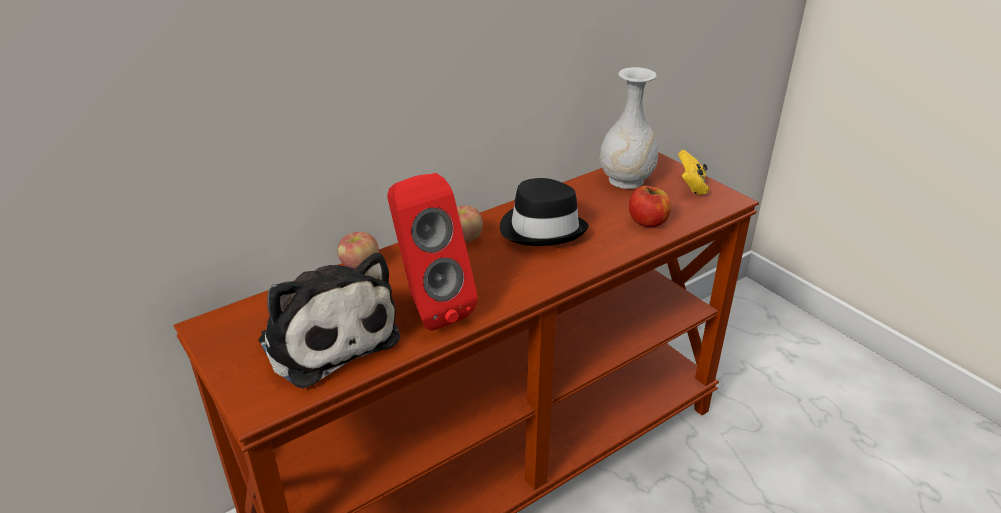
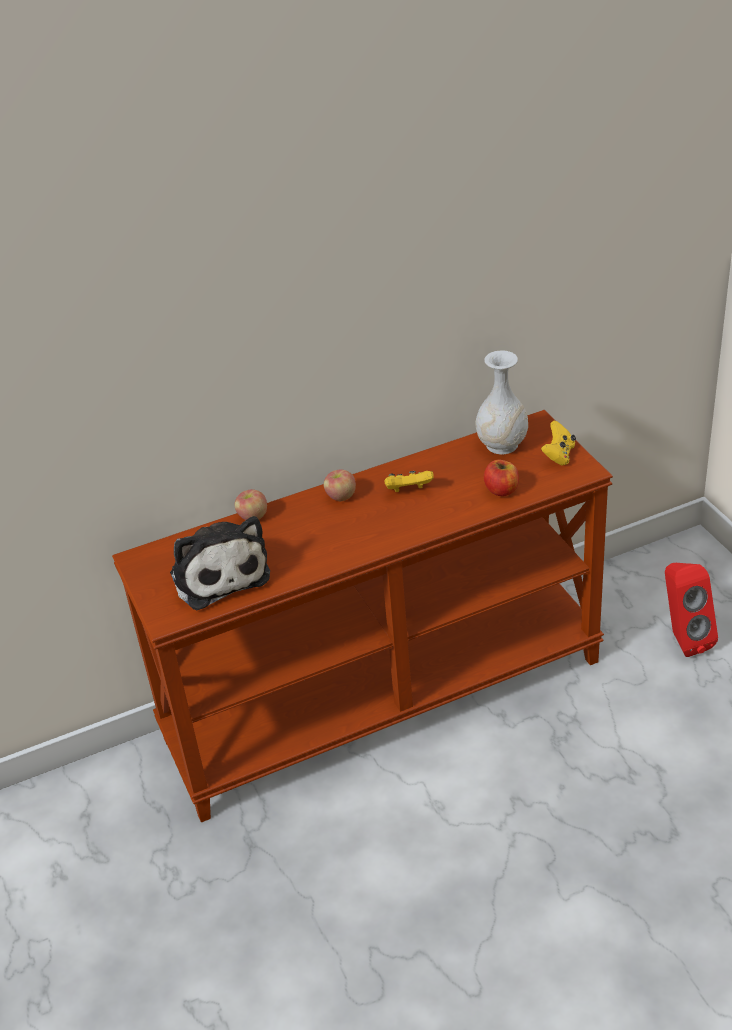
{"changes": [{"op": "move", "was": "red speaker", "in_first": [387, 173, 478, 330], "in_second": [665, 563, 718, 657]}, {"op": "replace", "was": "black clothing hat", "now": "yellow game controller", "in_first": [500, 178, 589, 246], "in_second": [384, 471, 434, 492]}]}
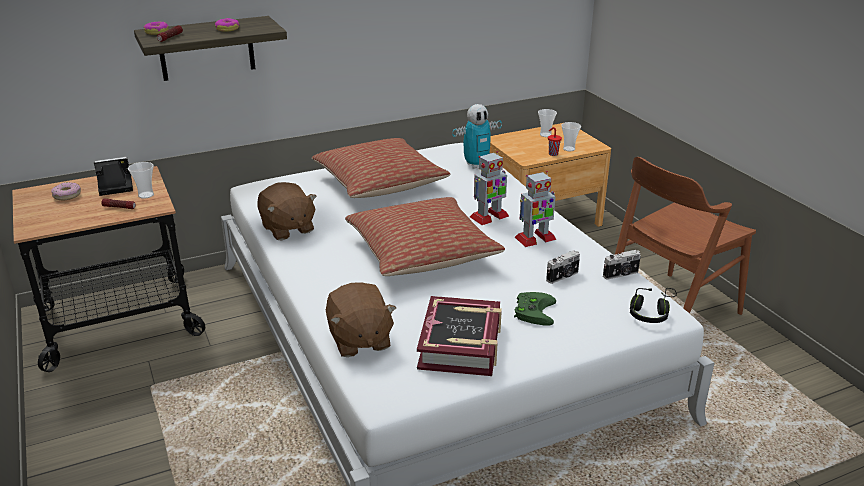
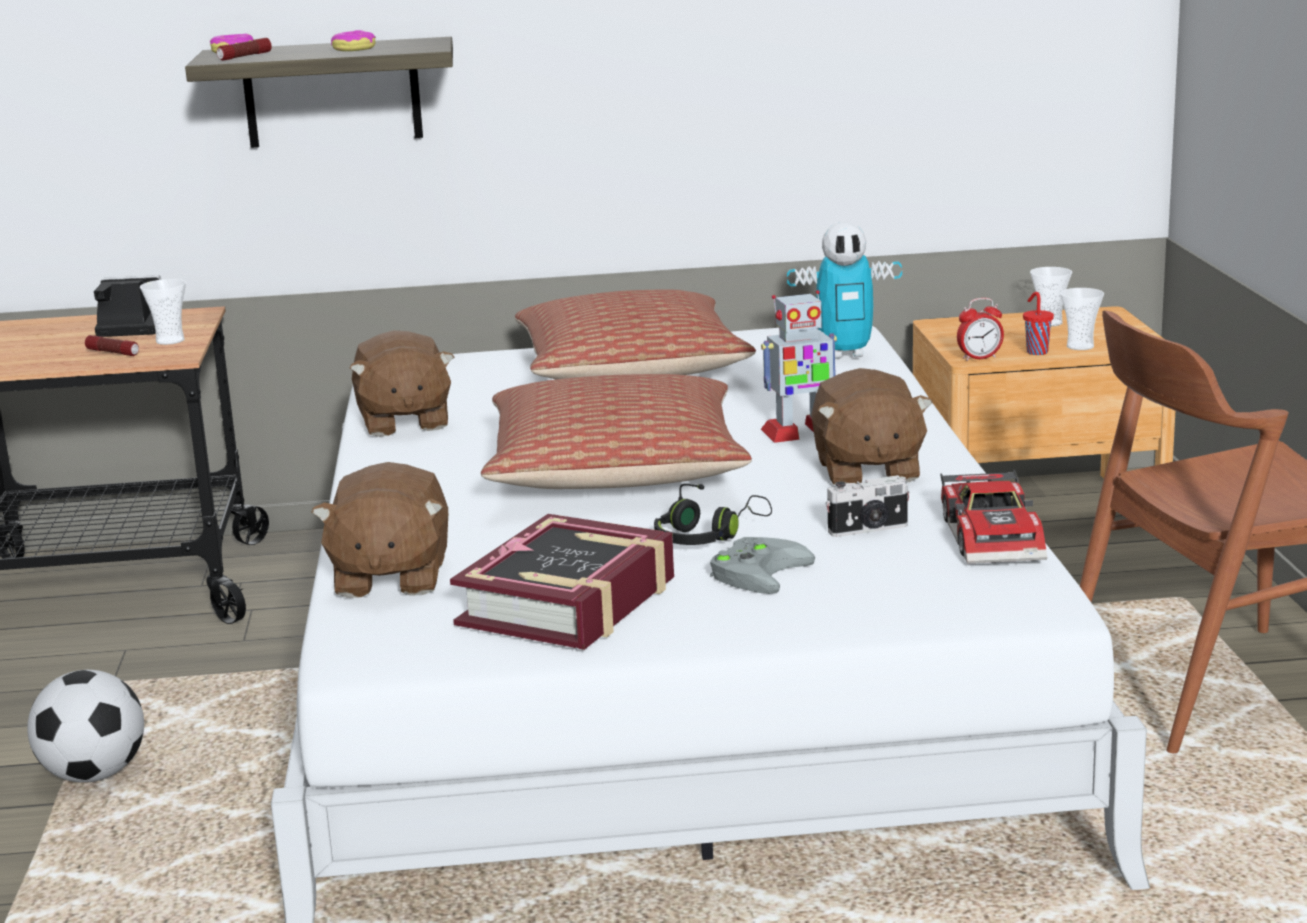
{"changes": [{"op": "delete", "was": "ring doughnut", "in_first": [51, 182, 81, 200]}, {"op": "insert", "now": "ball for football", "in_second": [27, 670, 144, 783]}, {"op": "insert", "now": "alarm clock", "in_second": [957, 298, 1004, 361]}, {"op": "move", "was": "black headphones", "in_first": [630, 288, 677, 323], "in_second": [654, 484, 772, 545]}, {"op": "replace", "was": "robot figure", "now": "brownish soft toy", "in_first": [515, 171, 557, 247], "in_second": [811, 368, 933, 485]}, {"op": "replace", "was": "photo camera", "now": "model car", "in_first": [603, 250, 641, 280], "in_second": [941, 470, 1047, 564]}, {"op": "recolor", "was": "green game controller", "now": "gray game controller", "in_first": [514, 292, 556, 326], "in_second": [710, 537, 815, 594]}]}
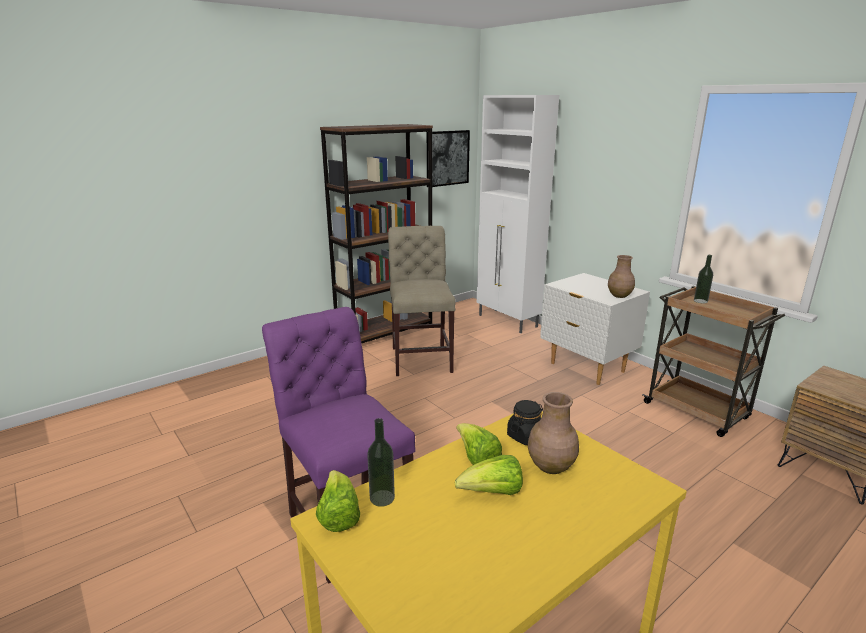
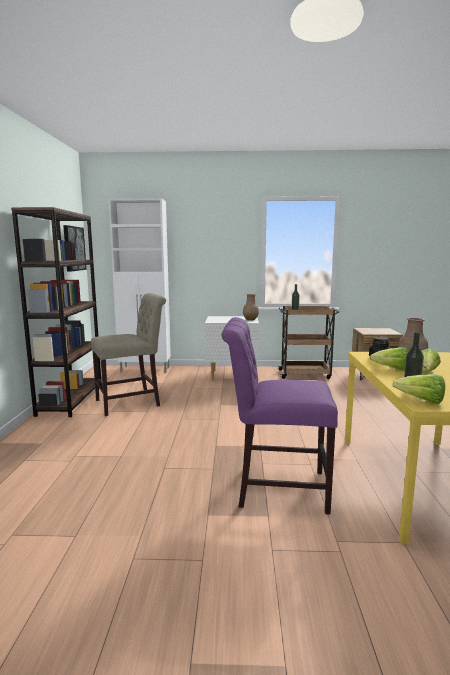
{"changes": [{"op": "rotate", "was": "beige chair", "in_first": [388, 226, 456, 376], "in_second": [91, 293, 166, 416], "clockwise": 120}]}
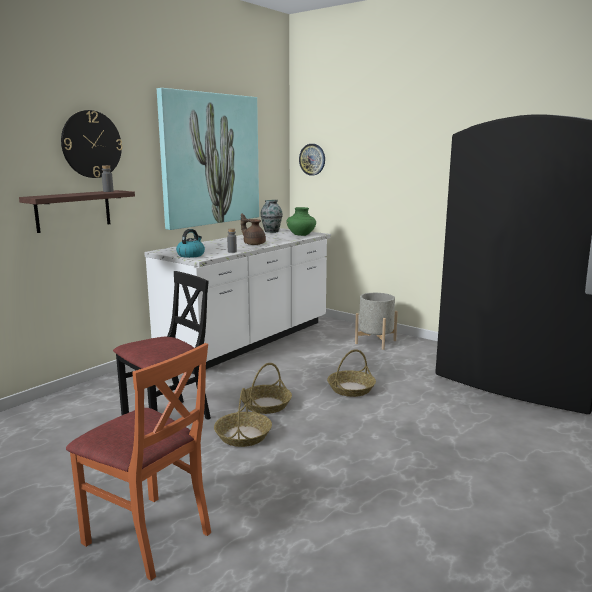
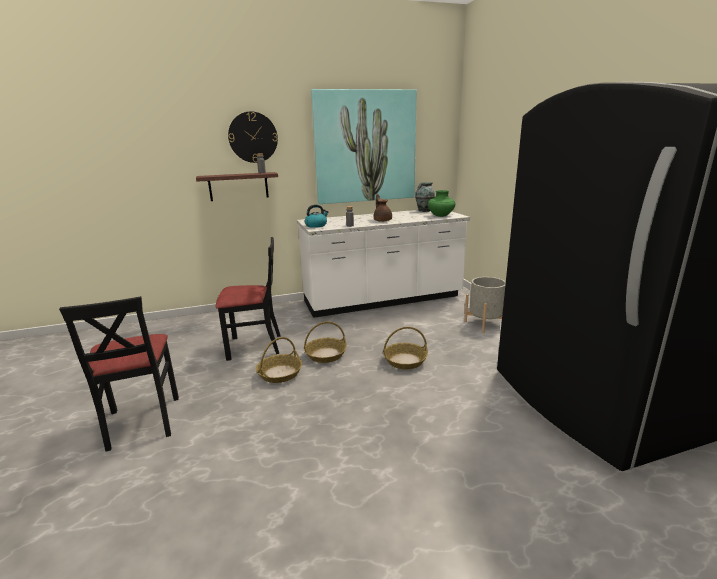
{"changes": [{"op": "delete", "was": "clock on the wall", "in_first": [299, 144, 325, 176]}, {"op": "recolor", "was": "orangey chair", "now": "black chair", "in_first": [66, 343, 211, 581], "in_second": [59, 296, 179, 452]}]}
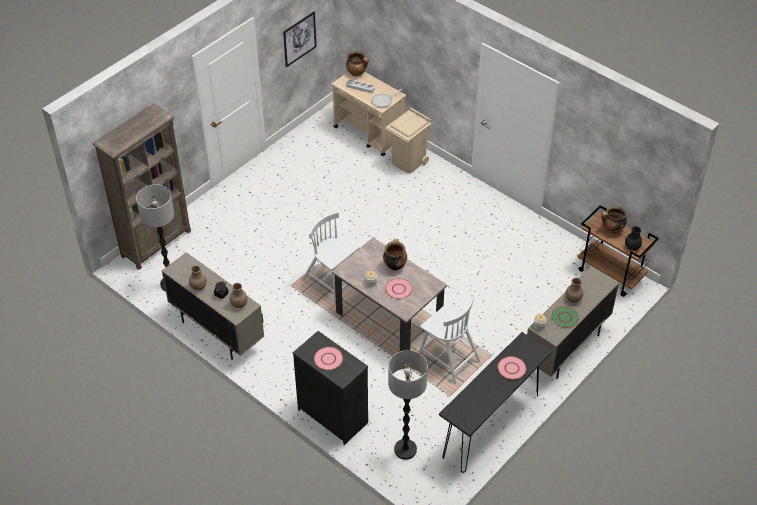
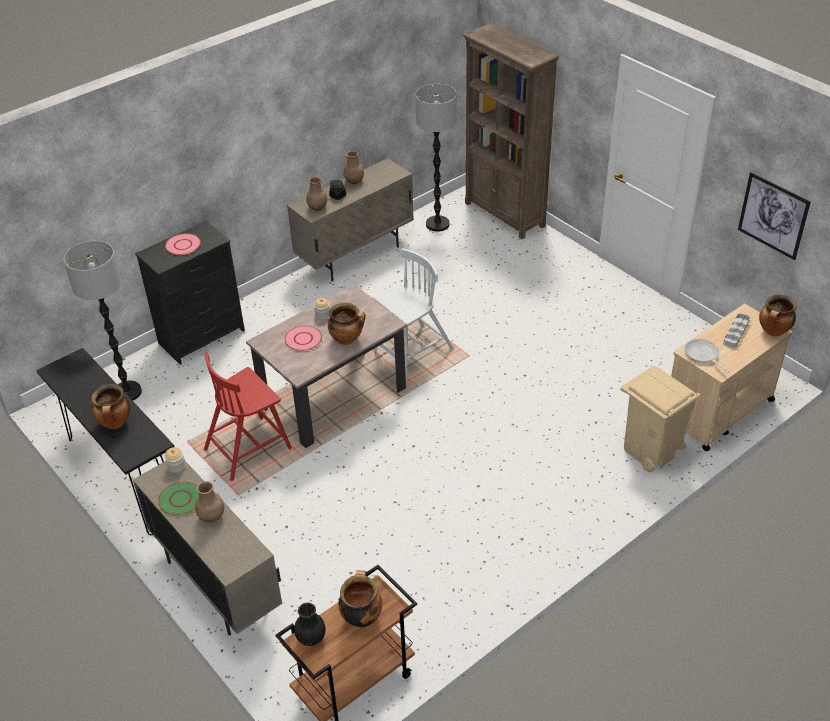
{"changes": [{"op": "replace", "was": "pink plate", "now": "saucepot", "in_first": [497, 356, 526, 380], "in_second": [91, 384, 130, 429]}, {"op": "recolor", "was": "white-coloured chair", "now": "red chair", "in_first": [419, 297, 481, 384], "in_second": [204, 352, 292, 481]}]}
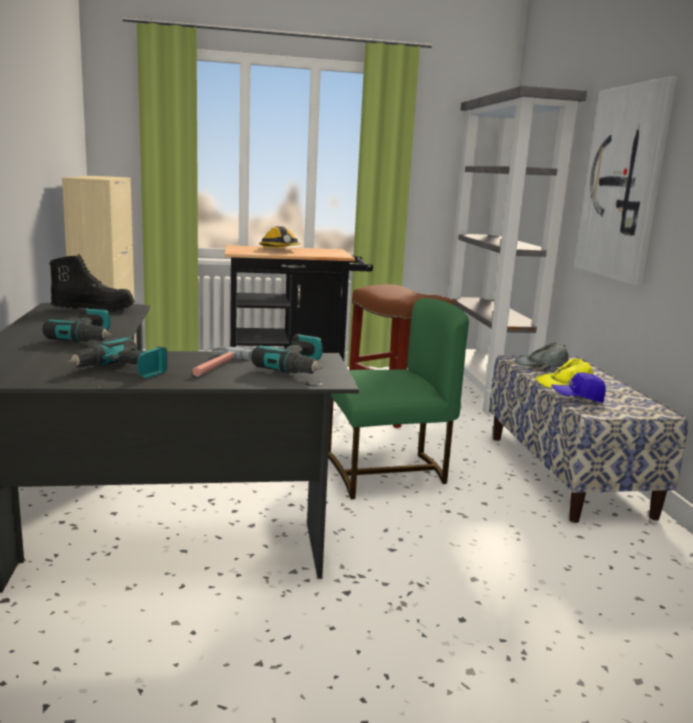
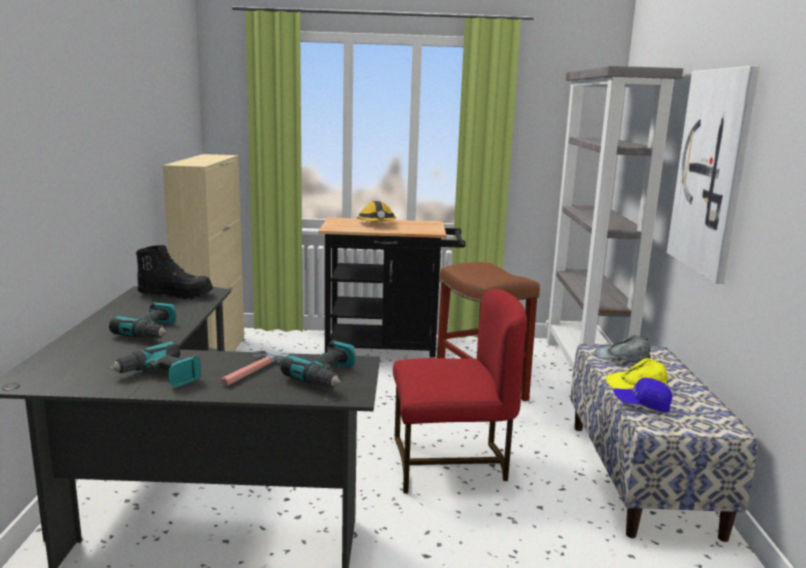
{"changes": [{"op": "recolor", "was": "green chair", "now": "red chair", "in_first": [328, 298, 469, 500], "in_second": [393, 289, 527, 494]}]}
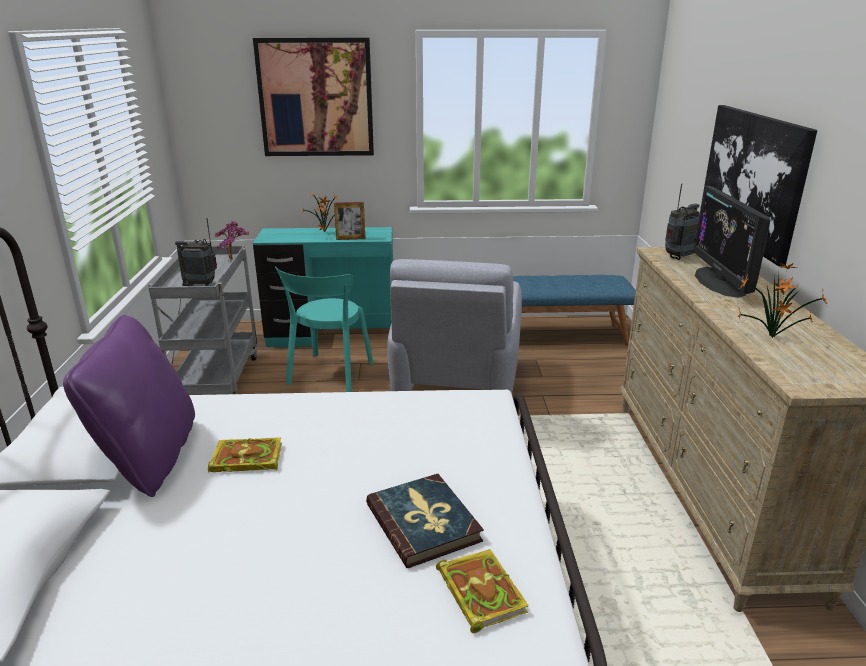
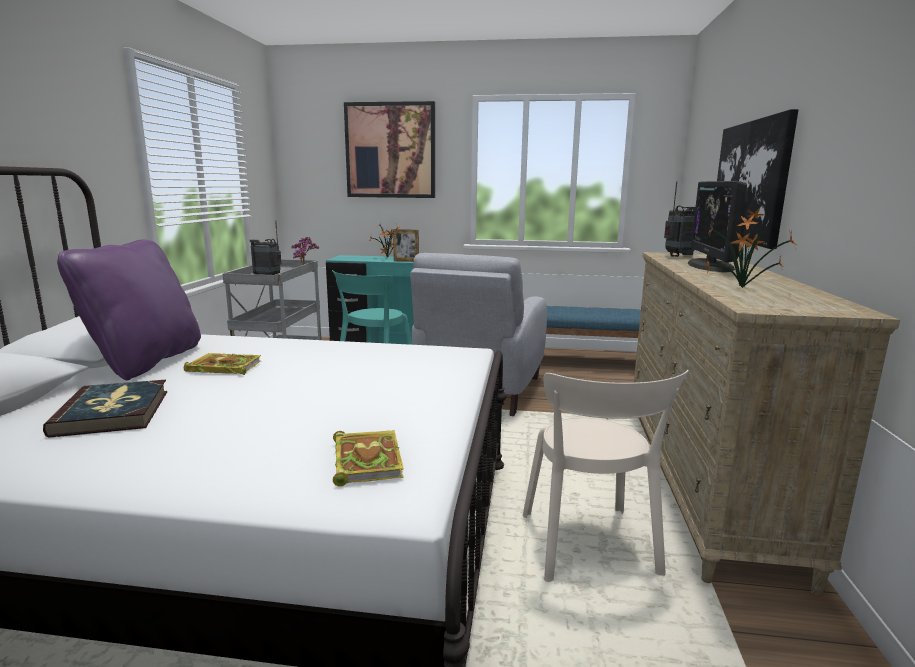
{"changes": [{"op": "insert", "now": "beige chair", "in_second": [523, 370, 689, 582]}, {"op": "move", "was": "book", "in_first": [366, 474, 484, 568], "in_second": [43, 380, 167, 438]}]}
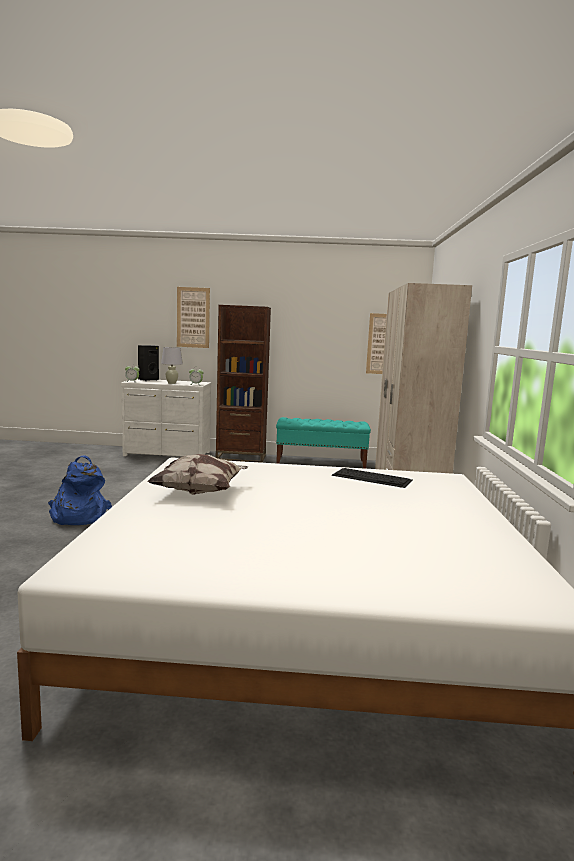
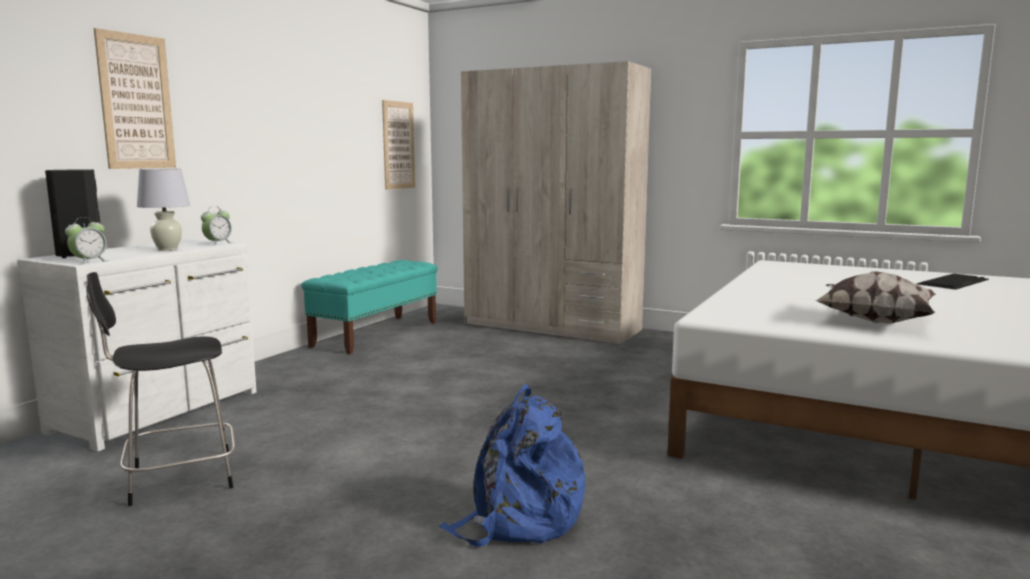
{"changes": [{"op": "delete", "was": "brownish shelving unit", "in_first": [216, 305, 271, 463]}, {"op": "insert", "now": "black chair", "in_second": [87, 272, 236, 506]}, {"op": "move", "was": "computer keyboard", "in_first": [332, 468, 413, 488], "in_second": [917, 274, 989, 290]}]}
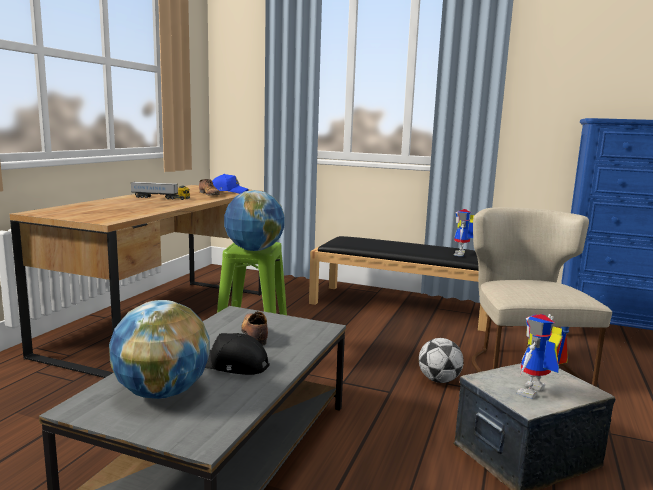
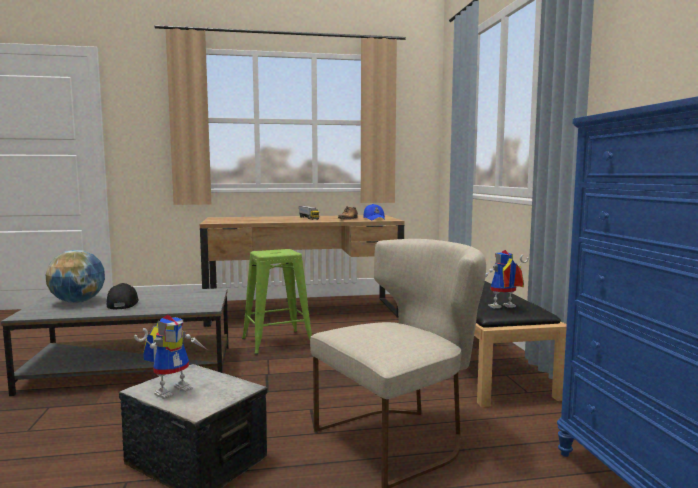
{"changes": [{"op": "delete", "was": "desk globe", "in_first": [224, 190, 285, 251]}, {"op": "delete", "was": "item of footwear", "in_first": [241, 311, 268, 346]}, {"op": "delete", "was": "ball for football", "in_first": [419, 338, 464, 383]}, {"op": "rotate", "was": "robot figure", "in_first": [516, 314, 568, 399], "in_second": [134, 315, 207, 399], "clockwise": 120}]}
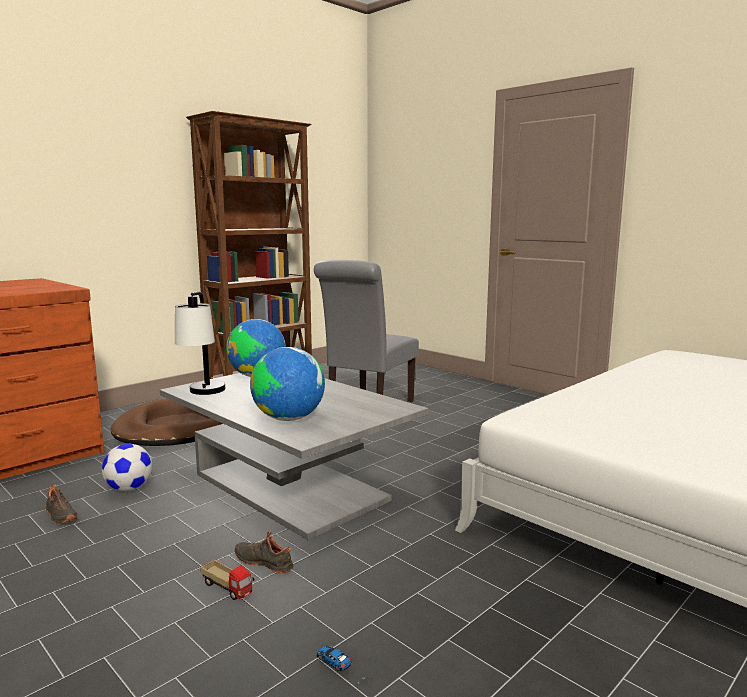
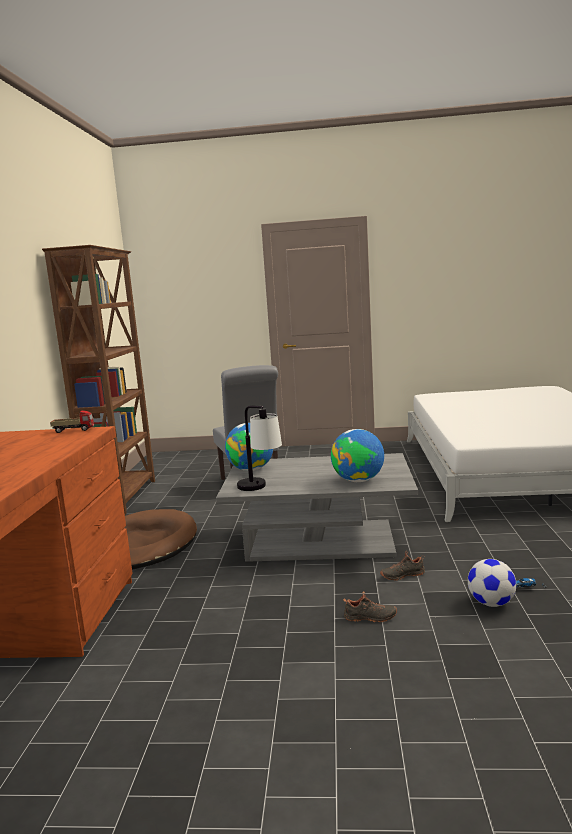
{"changes": [{"op": "move", "was": "black item of footwear", "in_first": [46, 484, 77, 524], "in_second": [343, 592, 397, 622]}, {"op": "move", "was": "ball for football", "in_first": [102, 444, 152, 491], "in_second": [468, 559, 516, 607]}, {"op": "move", "was": "model truck", "in_first": [201, 560, 254, 600], "in_second": [50, 410, 94, 433]}]}
